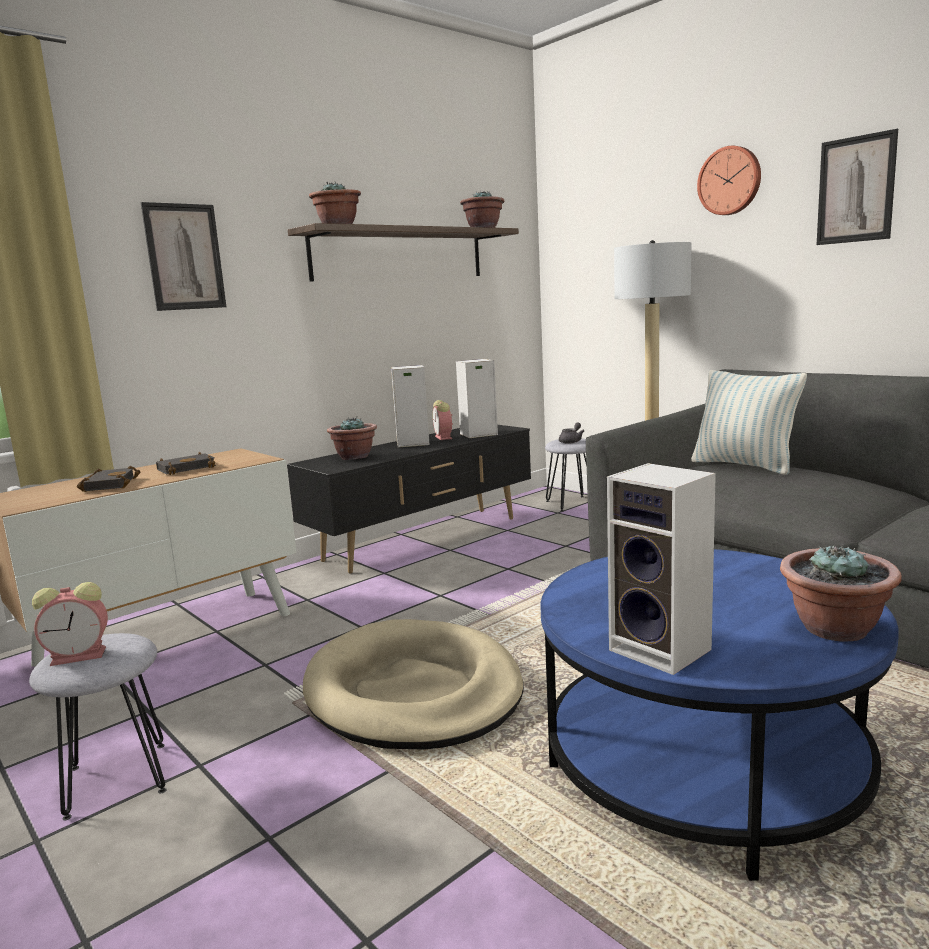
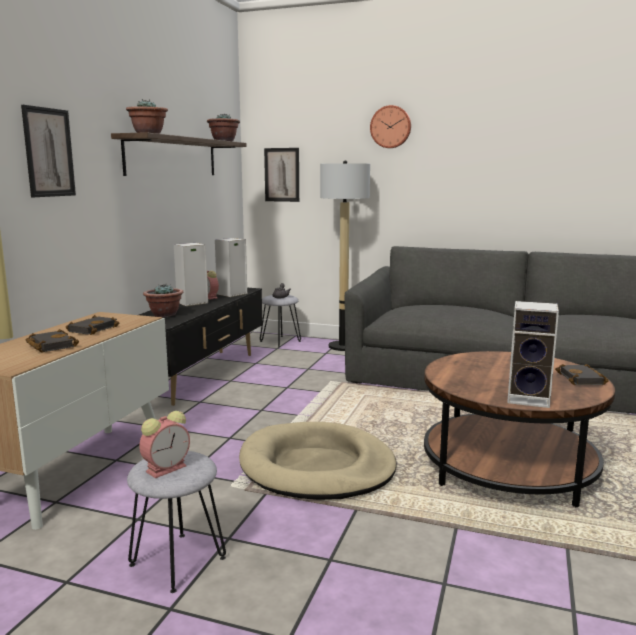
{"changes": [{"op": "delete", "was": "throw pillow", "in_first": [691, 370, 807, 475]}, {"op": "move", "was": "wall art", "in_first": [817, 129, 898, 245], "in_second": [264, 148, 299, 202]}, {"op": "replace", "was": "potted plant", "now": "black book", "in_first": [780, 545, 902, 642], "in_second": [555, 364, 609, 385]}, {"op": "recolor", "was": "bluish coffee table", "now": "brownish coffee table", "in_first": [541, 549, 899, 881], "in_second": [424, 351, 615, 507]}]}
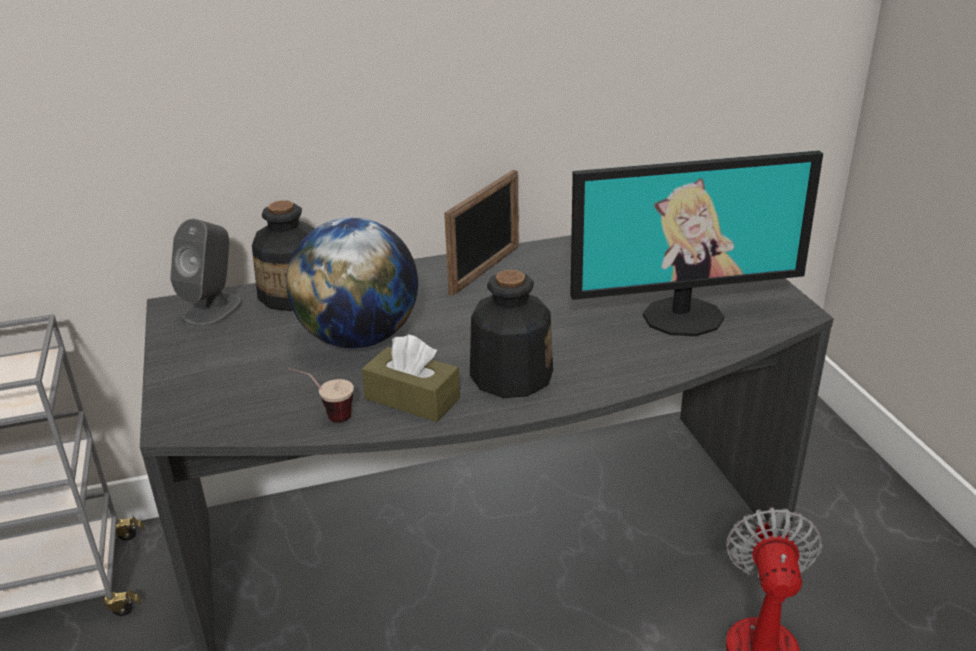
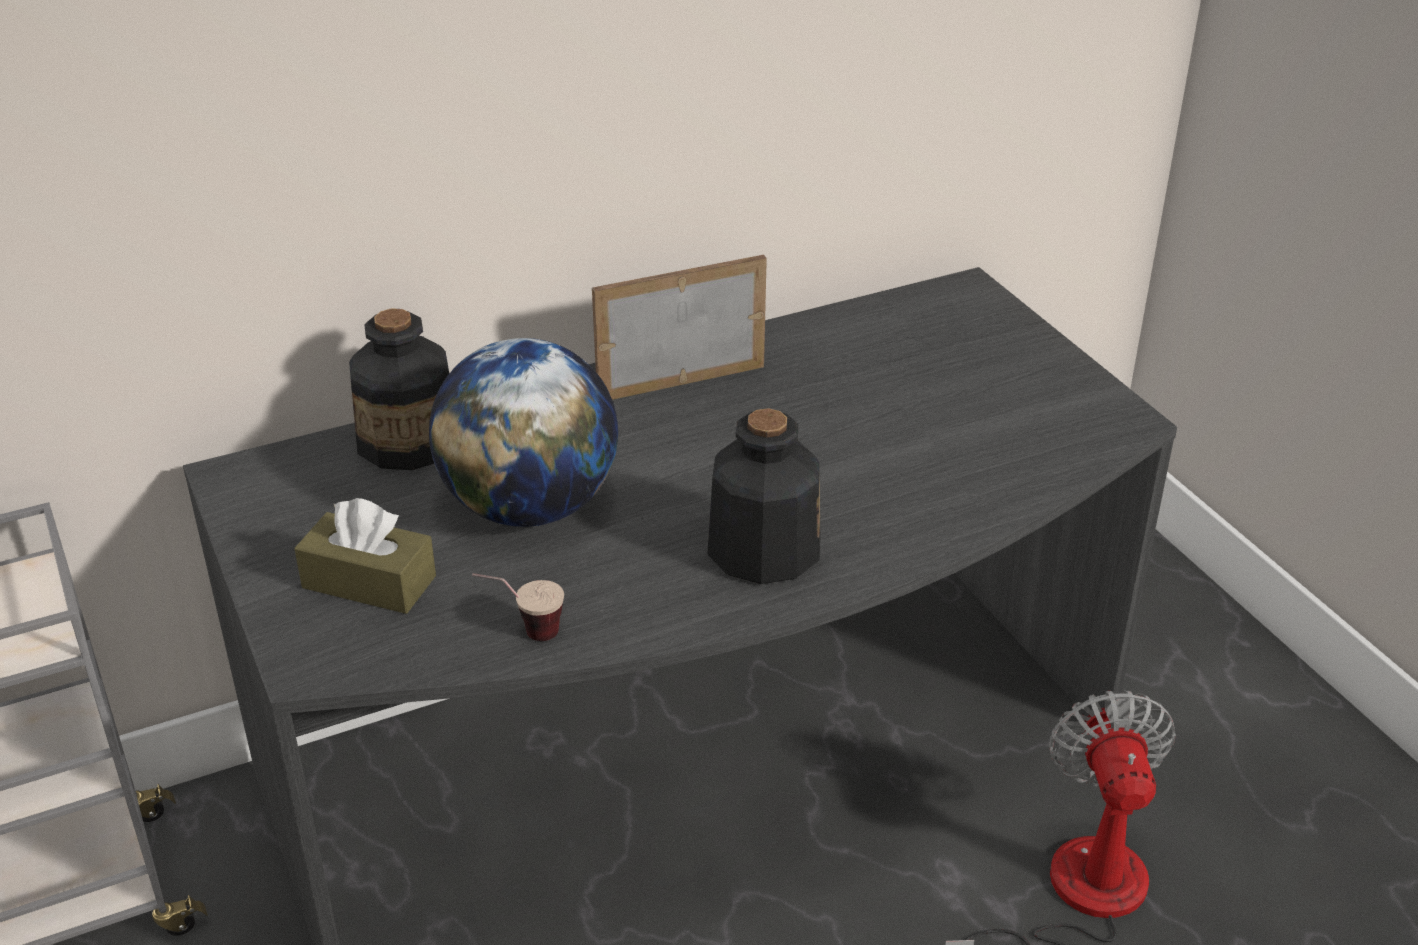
{"changes": [{"op": "delete", "was": "gray speaker", "in_first": [170, 219, 243, 328]}, {"op": "delete", "was": "computer screen", "in_first": [570, 150, 823, 336]}, {"op": "move", "was": "brownish tissue box", "in_first": [362, 334, 460, 422], "in_second": [294, 498, 436, 614]}, {"op": "rotate", "was": "picture frame", "in_first": [444, 170, 519, 296], "in_second": [592, 255, 767, 400], "clockwise": -135}]}
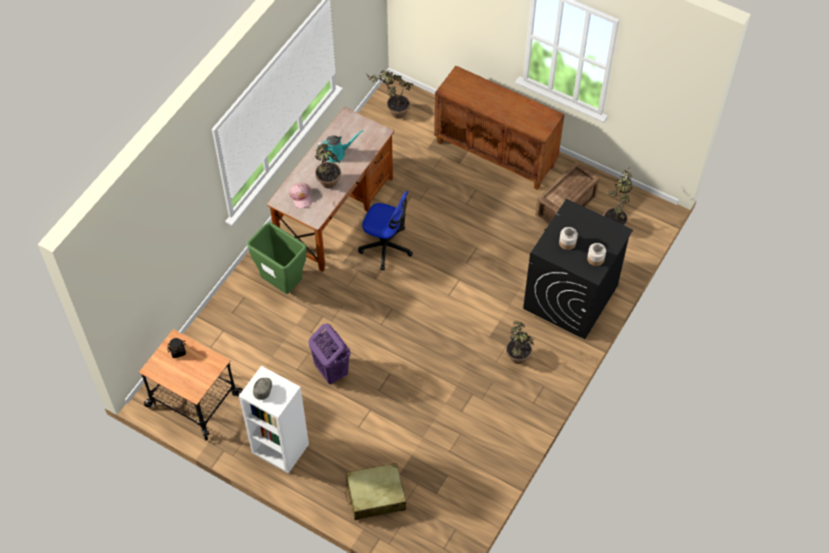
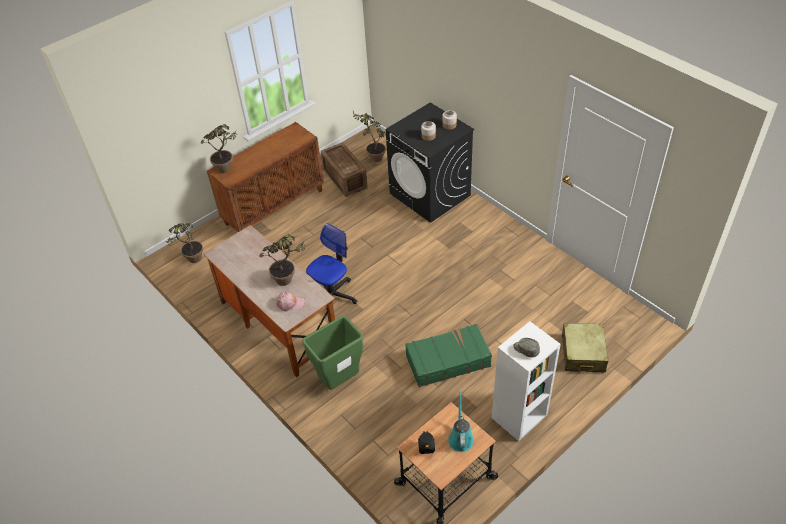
{"changes": [{"op": "move", "was": "turquoise sprinkling can", "in_first": [317, 130, 363, 163], "in_second": [448, 392, 474, 452]}, {"op": "move", "was": "potted plant", "in_first": [506, 322, 534, 364], "in_second": [200, 124, 237, 173]}, {"op": "replace", "was": "purple-coloured laundry basket", "now": "green travel case", "in_first": [309, 324, 351, 384], "in_second": [405, 324, 492, 387]}]}
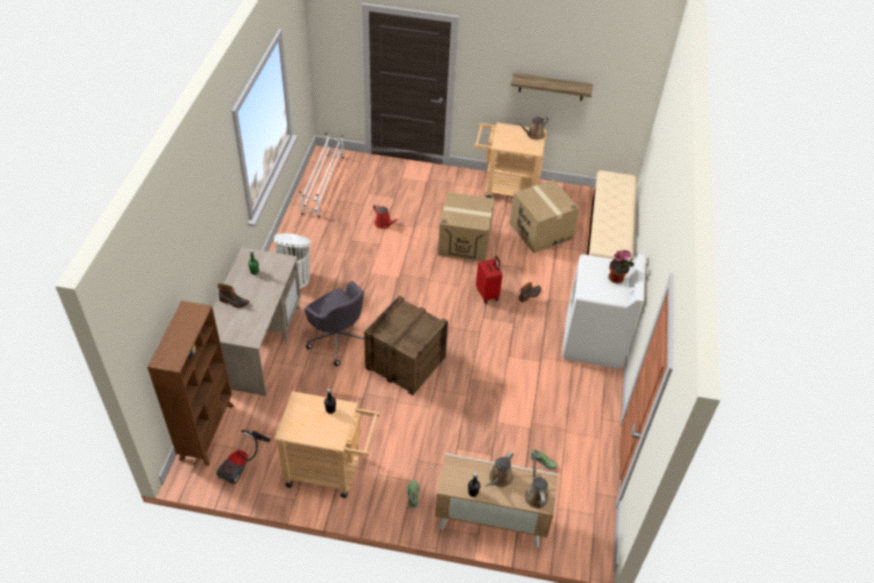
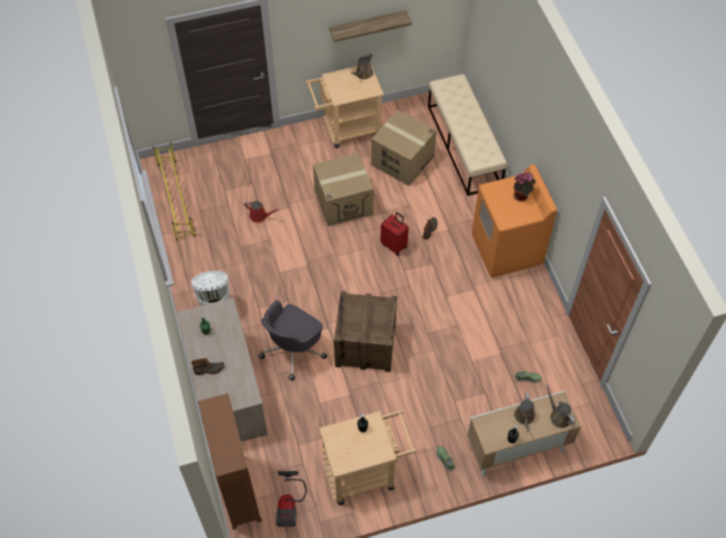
{"changes": [{"op": "recolor", "was": "white-coloured shoe shelf", "now": "yellow shoe shelf", "in_first": [300, 133, 344, 217], "in_second": [153, 143, 196, 241]}, {"op": "recolor", "was": "white-coloured washing machine", "now": "orangey washing machine", "in_first": [562, 254, 646, 369], "in_second": [472, 165, 557, 278]}, {"op": "rotate", "was": "gray desk chair", "in_first": [304, 281, 364, 367], "in_second": [259, 300, 327, 381], "clockwise": 105}]}
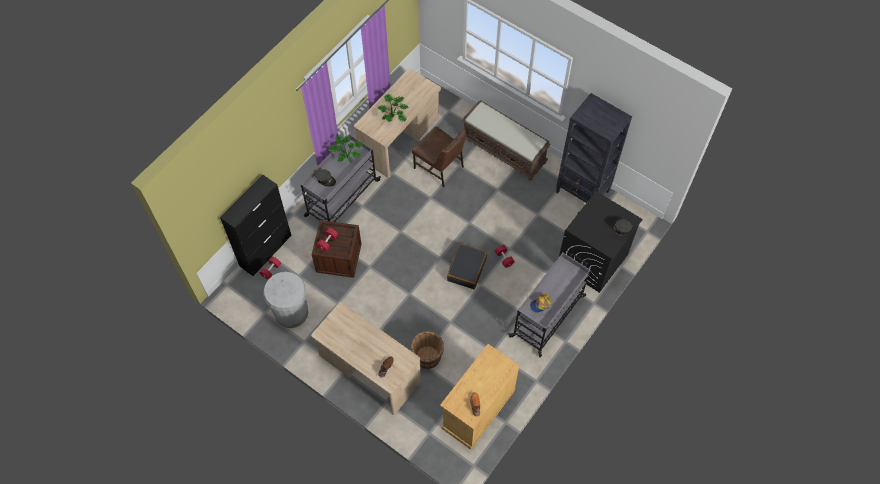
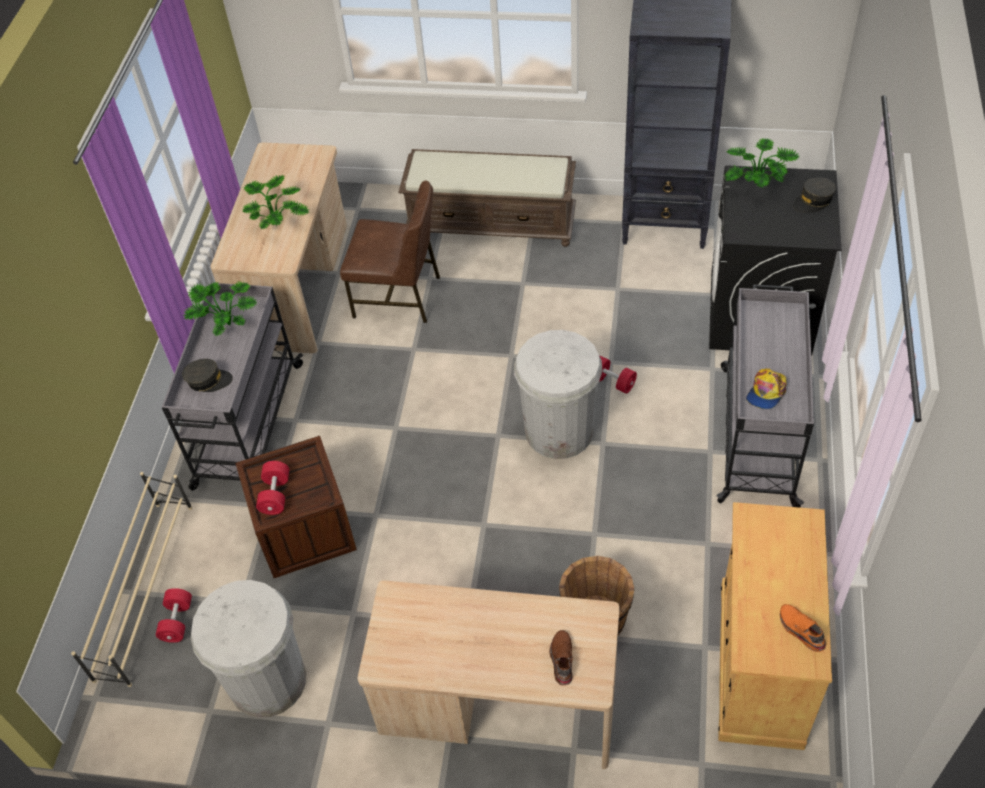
{"changes": [{"op": "insert", "now": "potted plant", "in_second": [724, 138, 799, 187]}, {"op": "replace", "was": "black cabinet", "now": "beige shoe shelf", "in_first": [220, 174, 292, 276], "in_second": [71, 472, 192, 687]}, {"op": "replace", "was": "black travel case", "now": "white-coloured rubbish bin", "in_first": [447, 244, 487, 289], "in_second": [514, 330, 603, 459]}]}
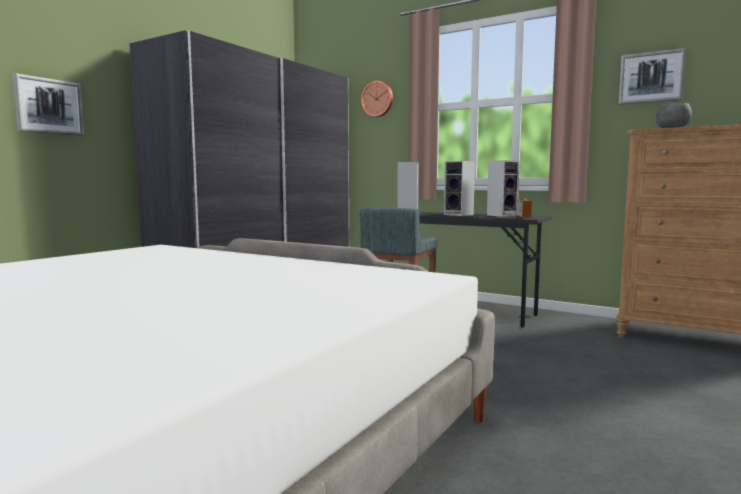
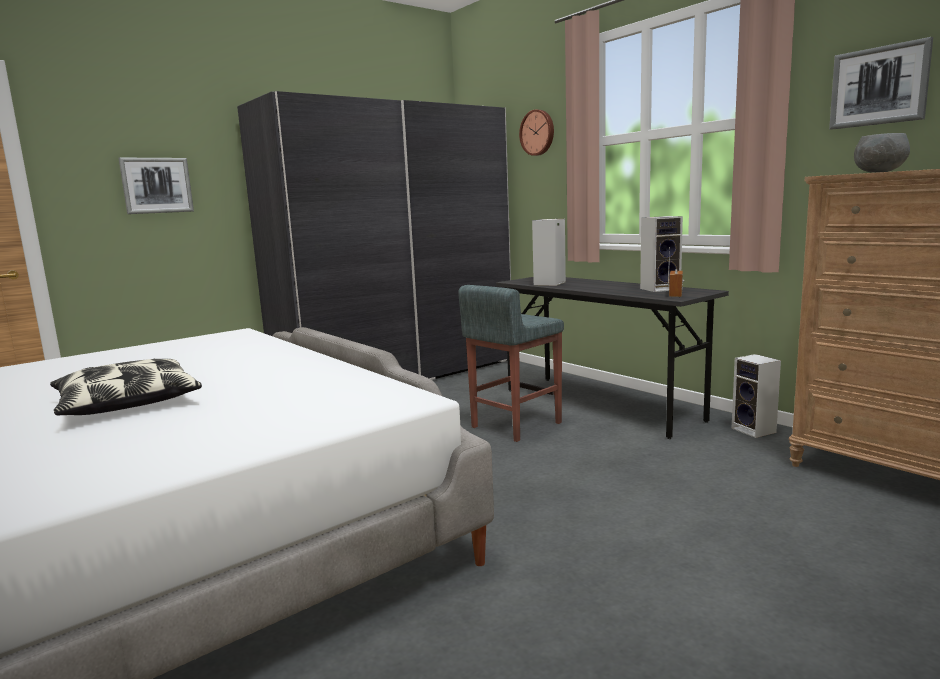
{"changes": [{"op": "insert", "now": "throw pillow", "in_second": [50, 359, 202, 415]}, {"op": "move", "was": "speaker", "in_first": [444, 161, 475, 216], "in_second": [731, 354, 781, 438]}]}
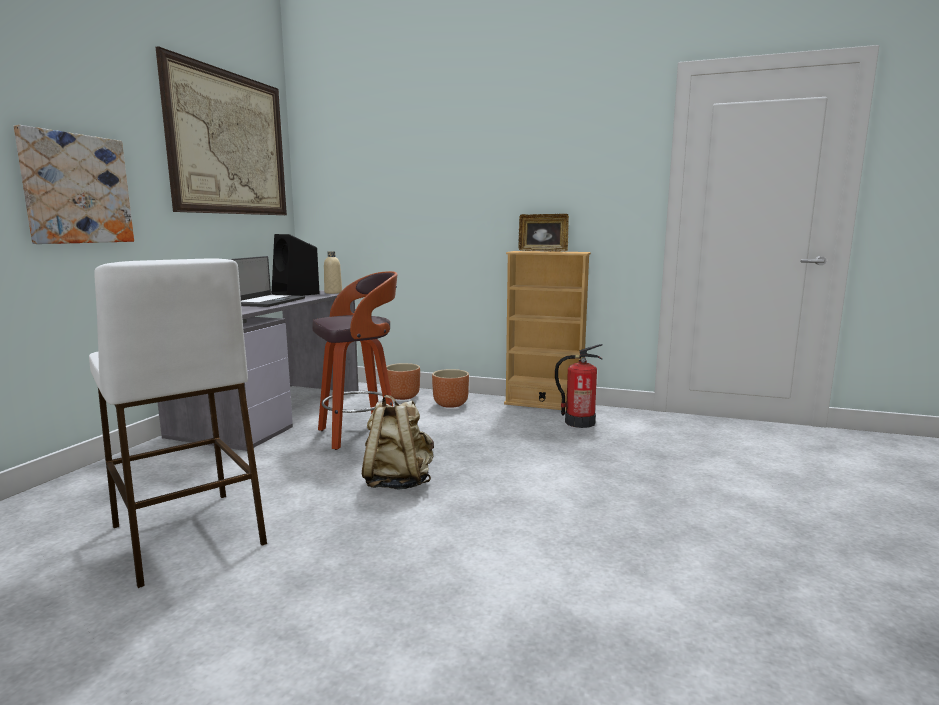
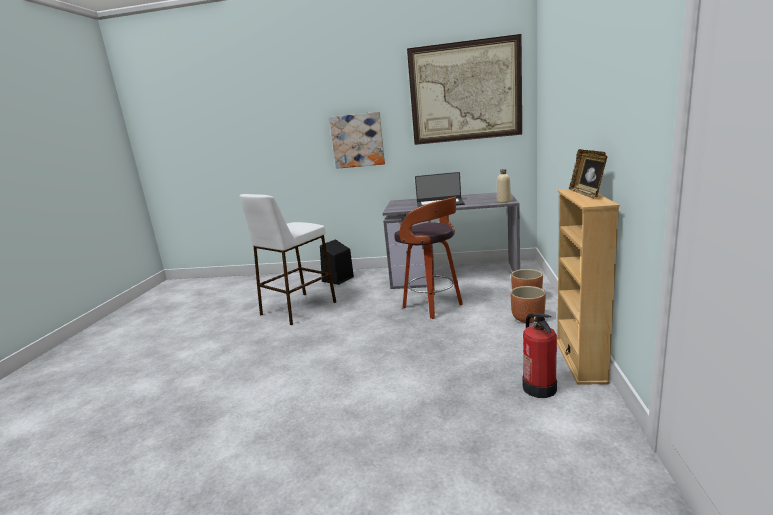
{"changes": [{"op": "delete", "was": "beige rucksack", "in_first": [362, 395, 434, 490]}, {"op": "move", "was": "black speaker", "in_first": [272, 234, 320, 296], "in_second": [320, 239, 354, 285]}]}
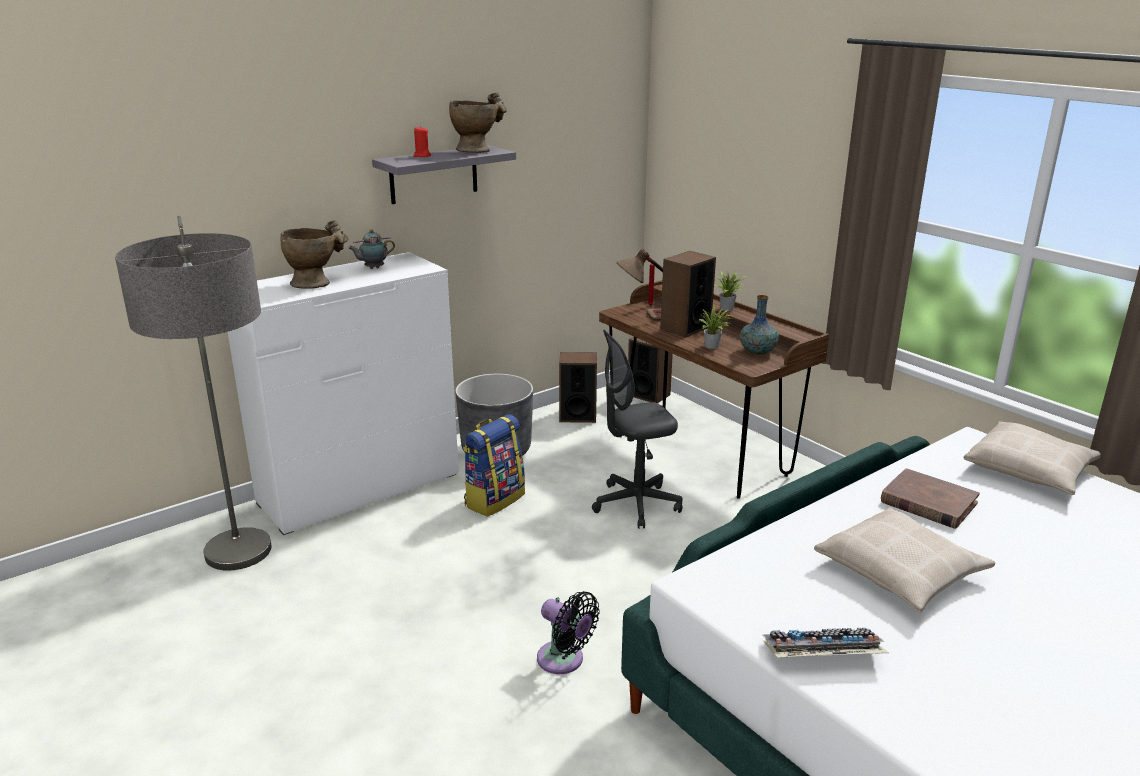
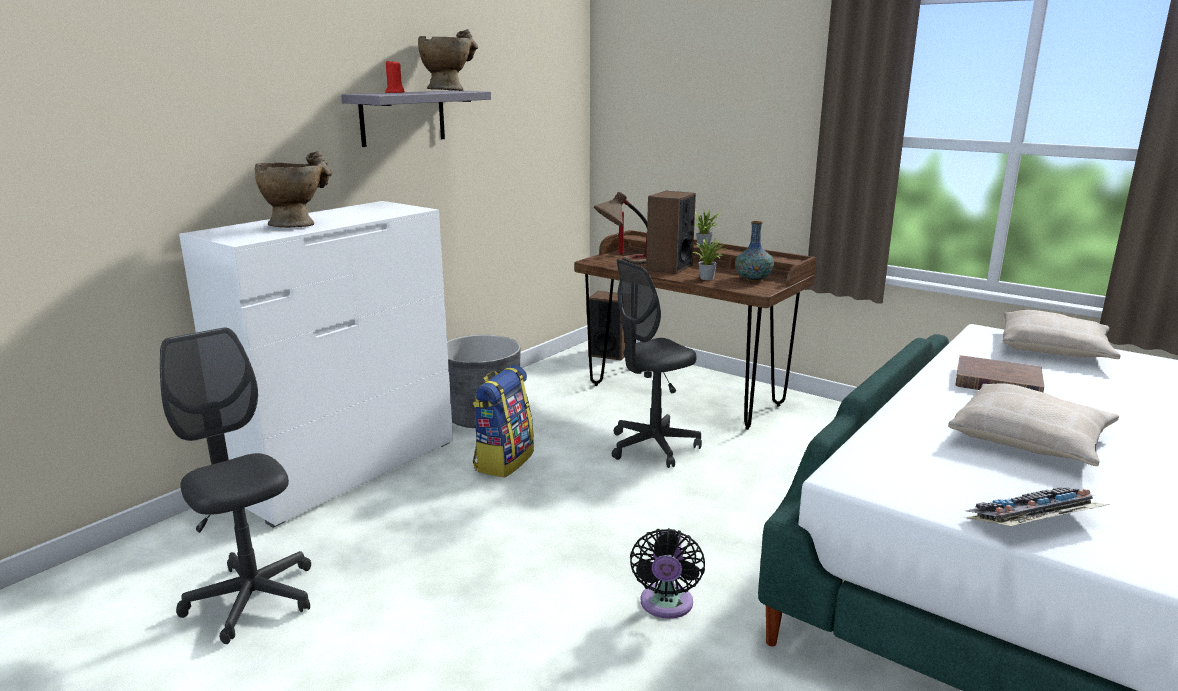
{"changes": [{"op": "delete", "was": "teapot", "in_first": [348, 229, 395, 269]}, {"op": "delete", "was": "speaker", "in_first": [559, 352, 597, 423]}, {"op": "replace", "was": "floor lamp", "now": "gray desk chair", "in_first": [115, 216, 272, 571], "in_second": [160, 328, 311, 644]}, {"op": "rotate", "was": "black cooling fan", "in_first": [537, 591, 600, 674], "in_second": [630, 528, 705, 619], "clockwise": 75}]}
